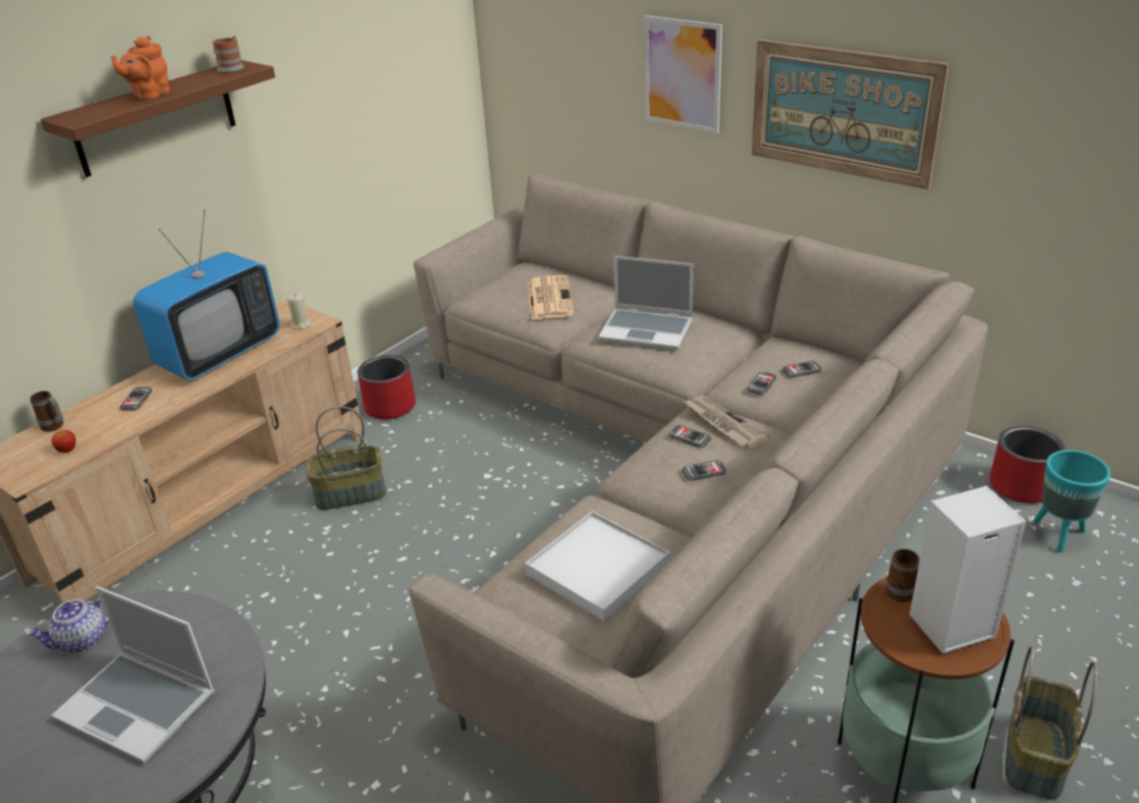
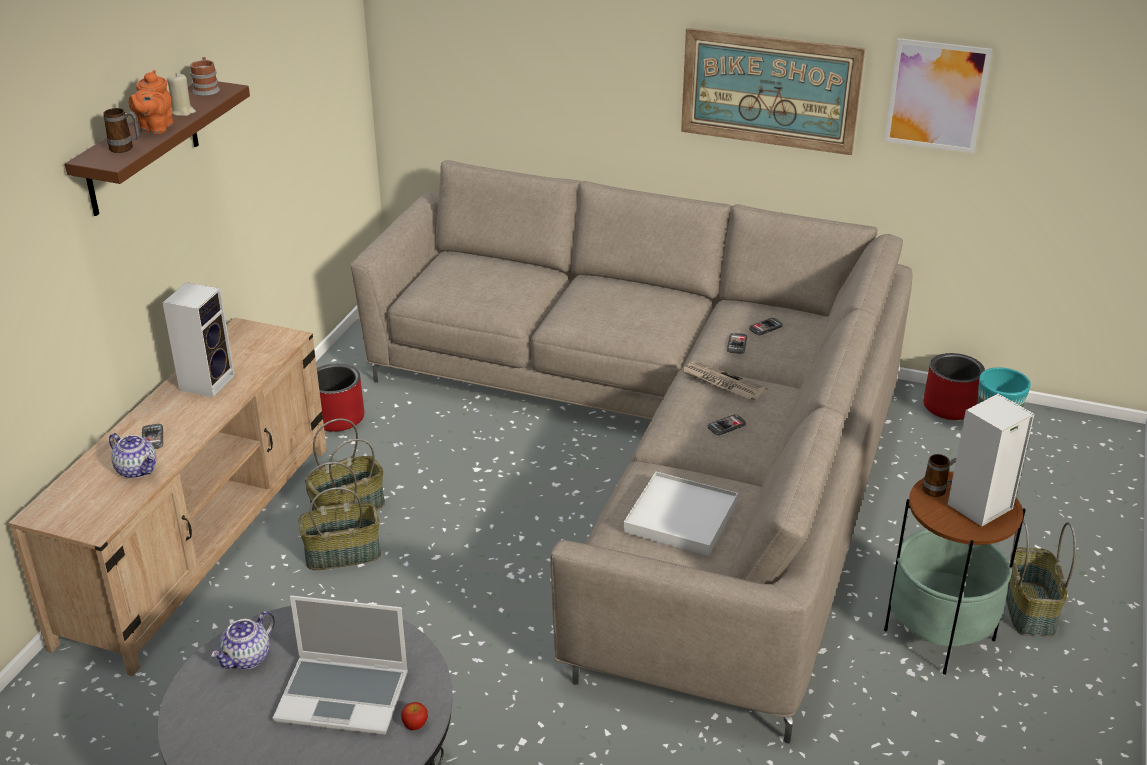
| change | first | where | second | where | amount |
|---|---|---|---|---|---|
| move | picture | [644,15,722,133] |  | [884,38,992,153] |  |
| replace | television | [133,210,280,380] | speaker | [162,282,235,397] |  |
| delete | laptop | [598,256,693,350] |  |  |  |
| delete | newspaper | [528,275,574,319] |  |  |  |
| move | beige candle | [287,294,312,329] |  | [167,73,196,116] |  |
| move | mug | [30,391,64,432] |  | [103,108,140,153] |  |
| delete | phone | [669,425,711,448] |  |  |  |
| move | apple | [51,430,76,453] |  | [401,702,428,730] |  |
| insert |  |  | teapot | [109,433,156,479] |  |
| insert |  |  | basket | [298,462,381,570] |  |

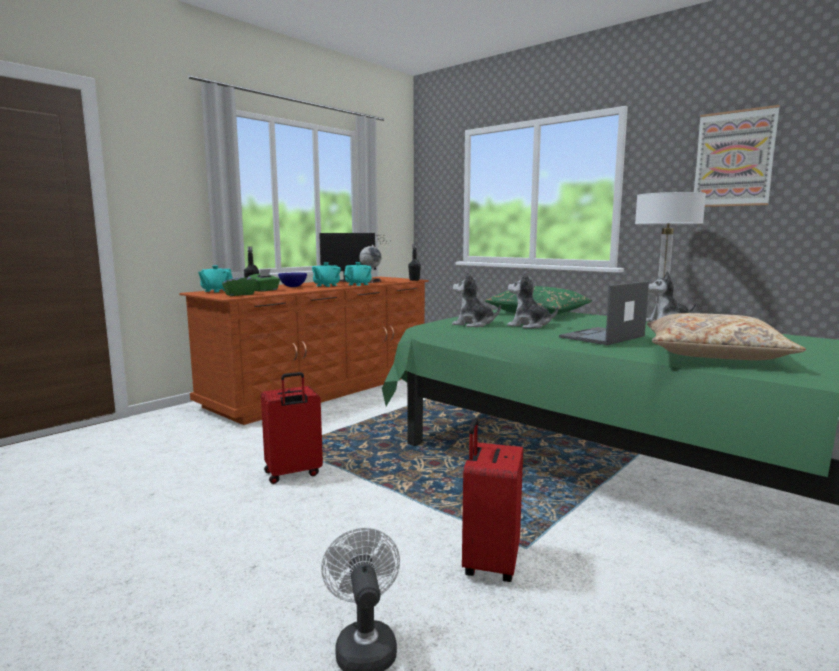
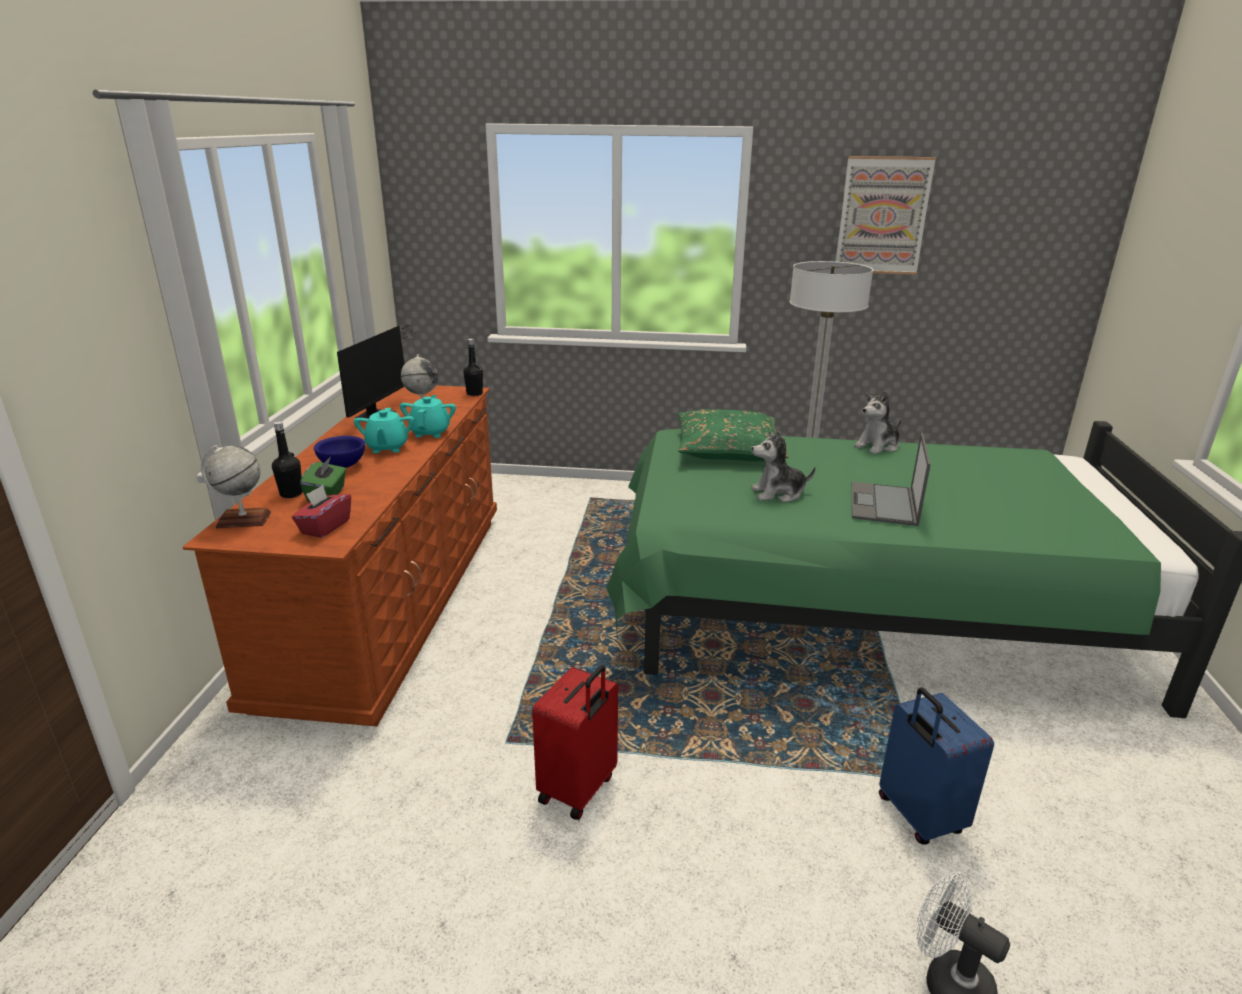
| change | first | where | second | where | amount |
|---|---|---|---|---|---|
| replace | turquoise teapot | [198,265,233,292] | globe | [201,445,271,528] |  |
| recolor | green tissue box | [222,271,256,296] | red tissue box | [292,485,351,538] |  |
| delete | plush toy | [452,272,501,327] |  |  |  |
| delete | beige pillow | [647,313,806,360] |  |  |  |
| recolor | red suitcase | [462,418,523,582] | blue suitcase | [879,687,994,844] |  |

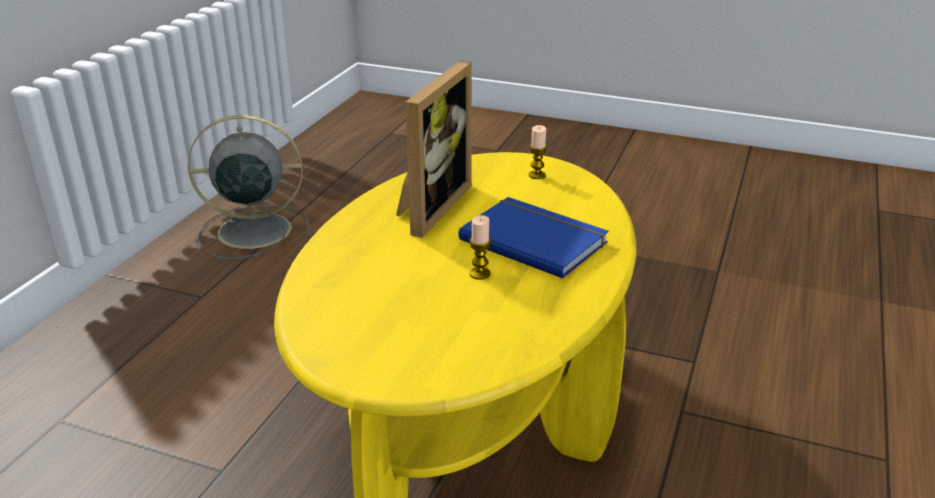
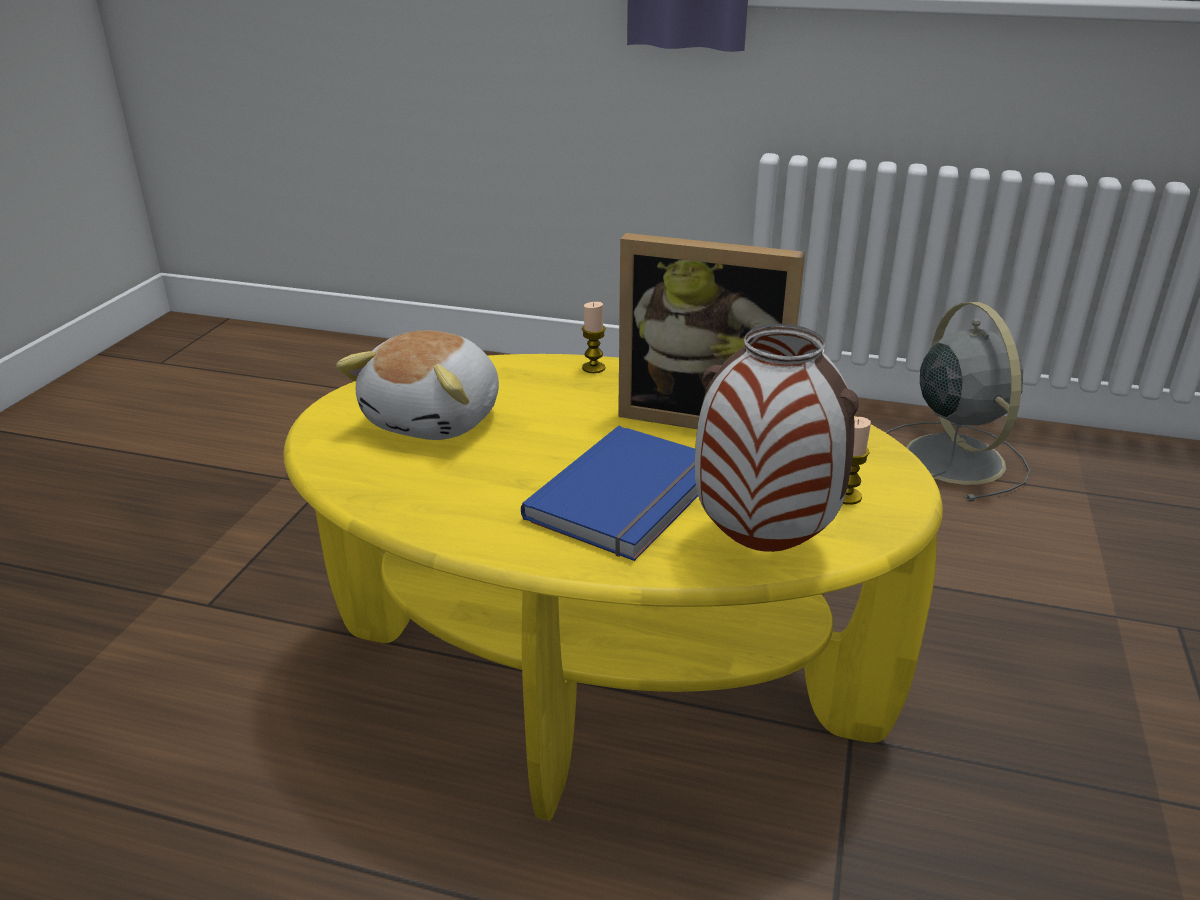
| change | first | where | second | where | amount |
|---|---|---|---|---|---|
| move | candle | [469,215,491,280] |  | [582,302,606,373] |  |
| insert |  |  | vase | [695,324,859,552] |  |
| insert |  |  | plush toy | [336,331,499,440] |  |

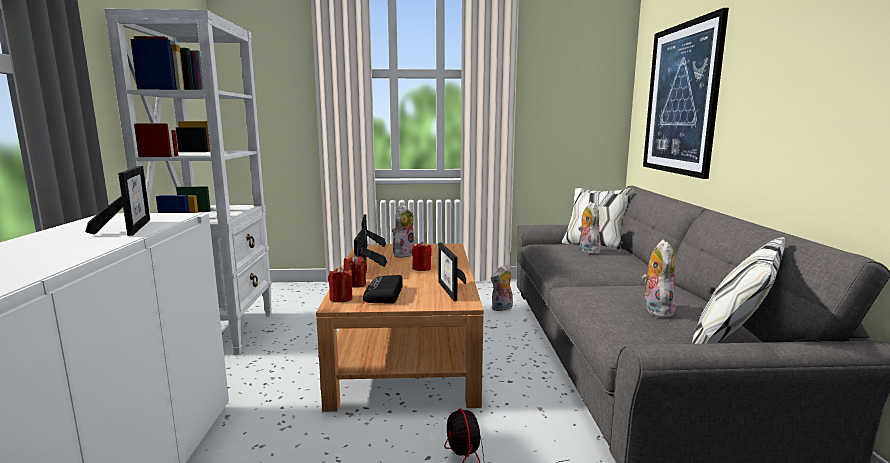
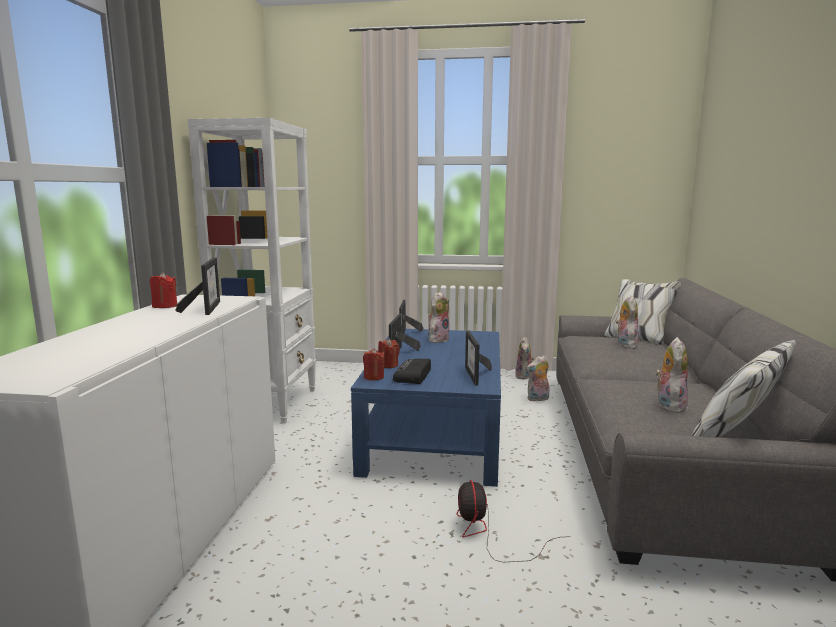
| change | first | where | second | where | amount |
|---|---|---|---|---|---|
| delete | picture | [643,8,729,179] |  |  |  |
| move | red candle | [412,242,432,271] |  | [150,272,177,308] |  |
| recolor | brown coffee table | [316,244,484,412] | blue coffee table | [351,329,501,487] |  |
| insert |  |  | plush toy | [515,337,534,379] |  |

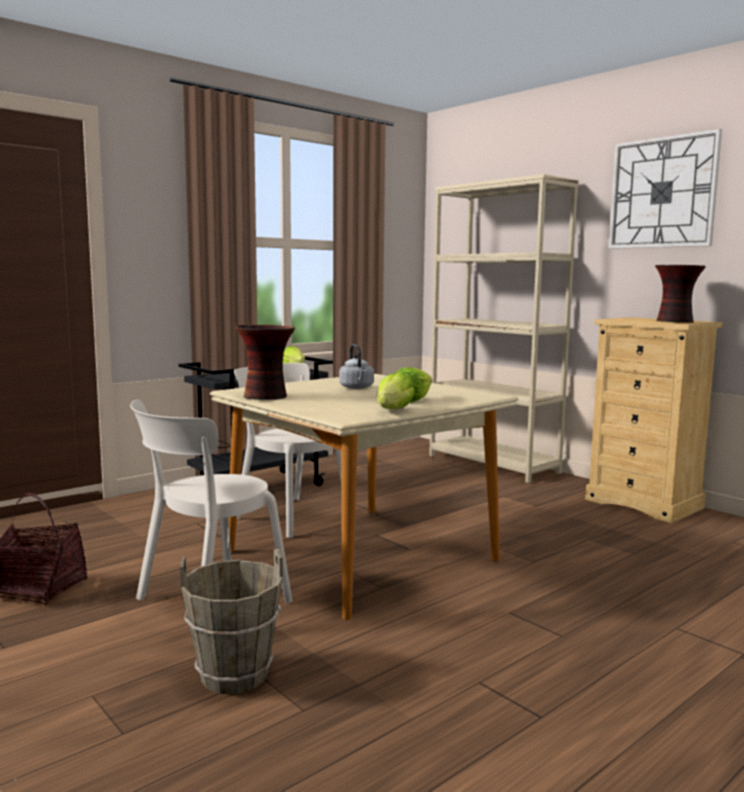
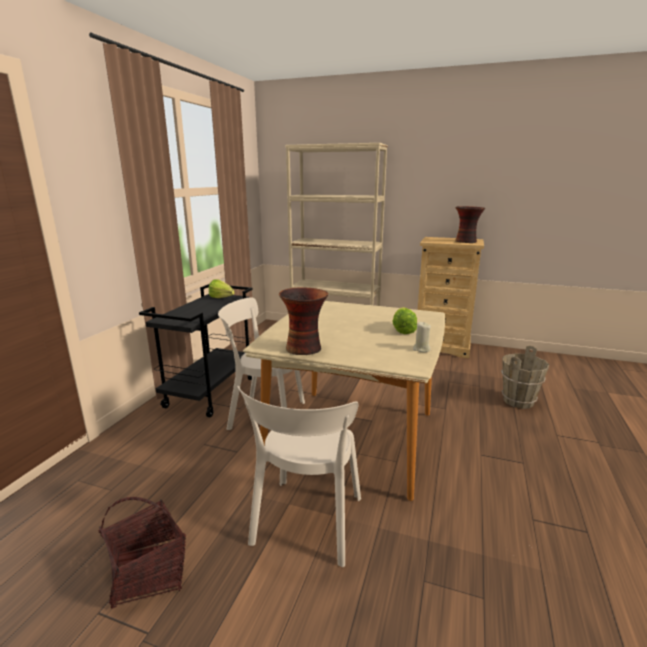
| change | first | where | second | where | amount |
|---|---|---|---|---|---|
| delete | wall clock | [608,129,722,249] |  |  |  |
| delete | grey kettle | [339,344,374,389] |  |  |  |
| replace | lettuce | [377,372,415,409] | beige candle | [413,322,431,352] |  |
| move | brown bucket | [180,549,283,694] |  | [501,346,549,409] |  |

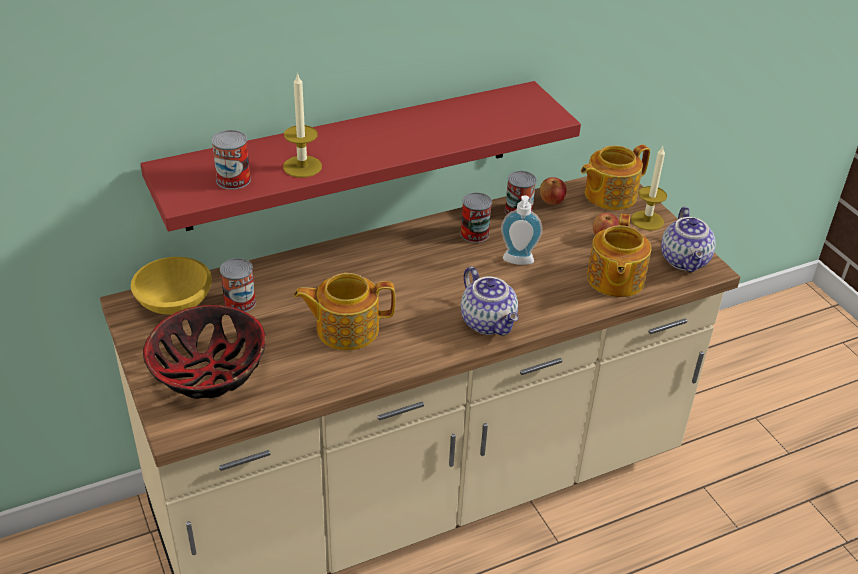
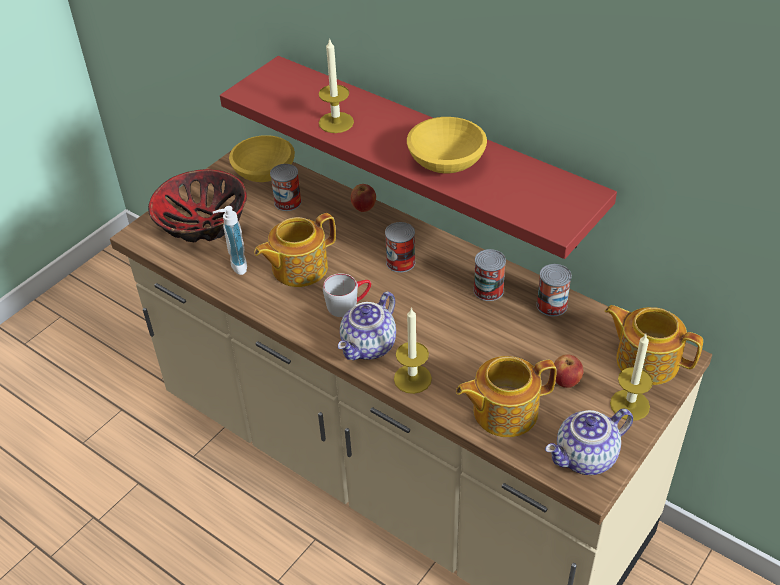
| change | first | where | second | where | amount |
|---|---|---|---|---|---|
| move | can | [211,130,251,190] |  | [385,222,415,272] |  |
| move | apple | [540,177,566,205] |  | [351,184,376,212] |  |
| move | soap dispenser | [501,195,543,265] |  | [213,206,247,275] |  |
| rotate | teapot | [294,273,395,350] |  | [254,213,336,287] | 90 degrees counterclockwise |
| insert |  |  | yellow bowl | [407,117,487,173] |  |
| insert |  |  | grey mug | [323,273,371,317] |  |
| insert |  |  | candle | [394,307,432,394] |  |

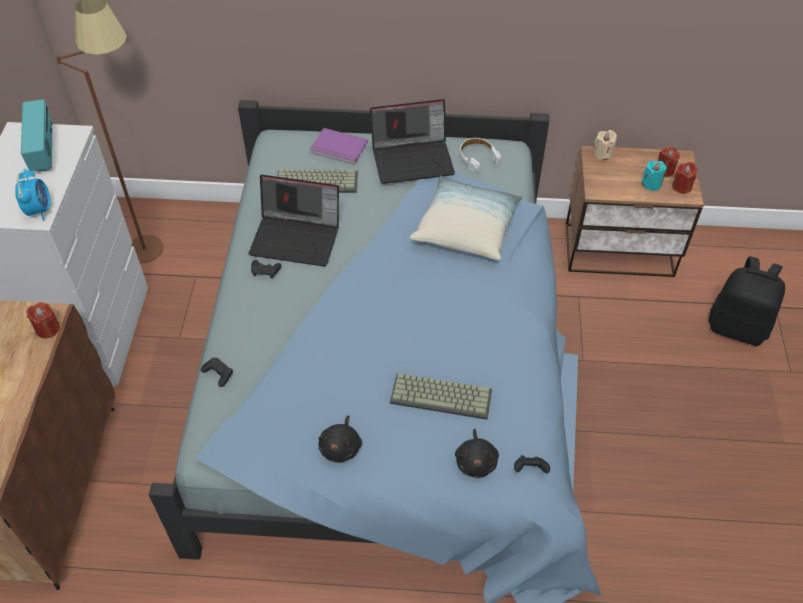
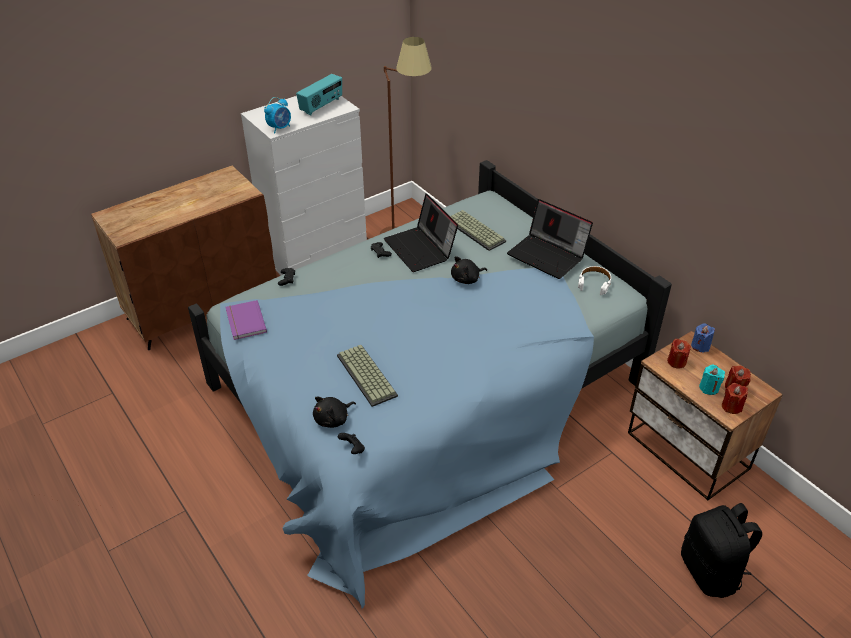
| change | first | where | second | where | amount |
|---|---|---|---|---|---|
| move | purple book | [310,128,368,165] |  | [225,300,267,340] |  |
| recolor | beige candle | [594,130,617,161] | blue candle | [691,323,715,352] |  |
| delete | pillow | [410,176,523,260] |  |  |  |
| move | red candle | [26,302,60,338] |  | [667,338,691,368] |  |
| move | black plush toy | [318,415,362,463] |  | [451,256,487,284] |  |

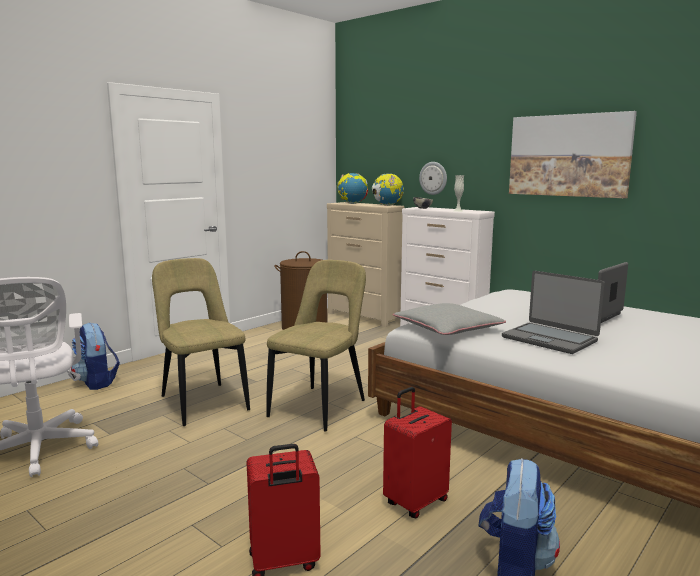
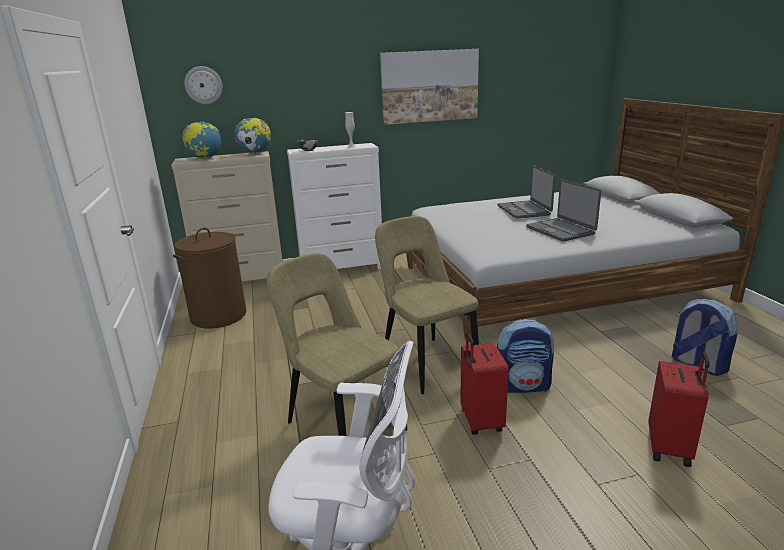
| change | first | where | second | where | amount |
|---|---|---|---|---|---|
| move | wall clock | [419,162,447,195] |  | [184,66,223,104] |  |
| rotate | beige chair | [152,258,250,426] |  | [267,253,407,436] | 45 degrees clockwise |
| rotate | laptop | [502,271,605,354] |  | [526,179,601,242] | 75 degrees clockwise |
| delete | grey pillow | [393,303,506,335] |  |  |  |
| move | backpack | [71,322,120,390] |  | [497,319,554,393] |  |
| move | red suitcase | [383,387,452,518] |  | [460,333,509,435] |  |

